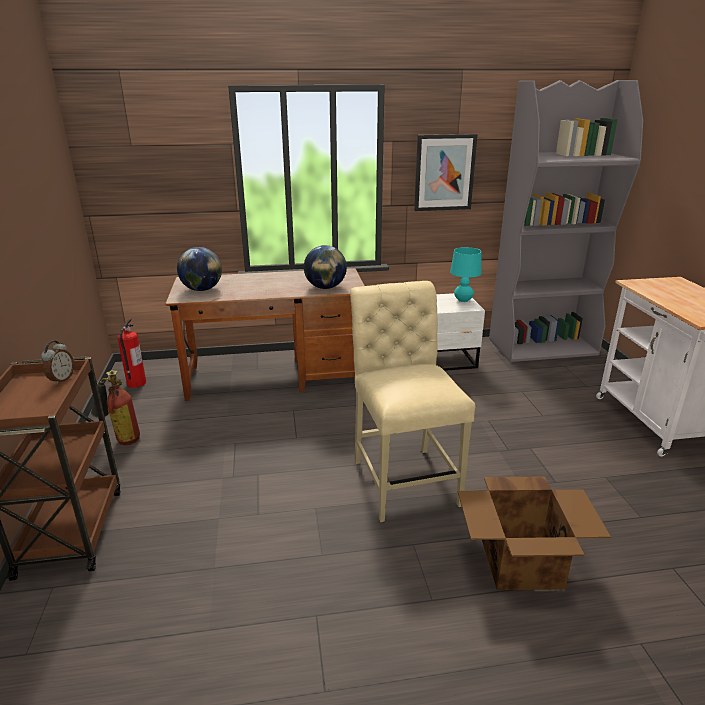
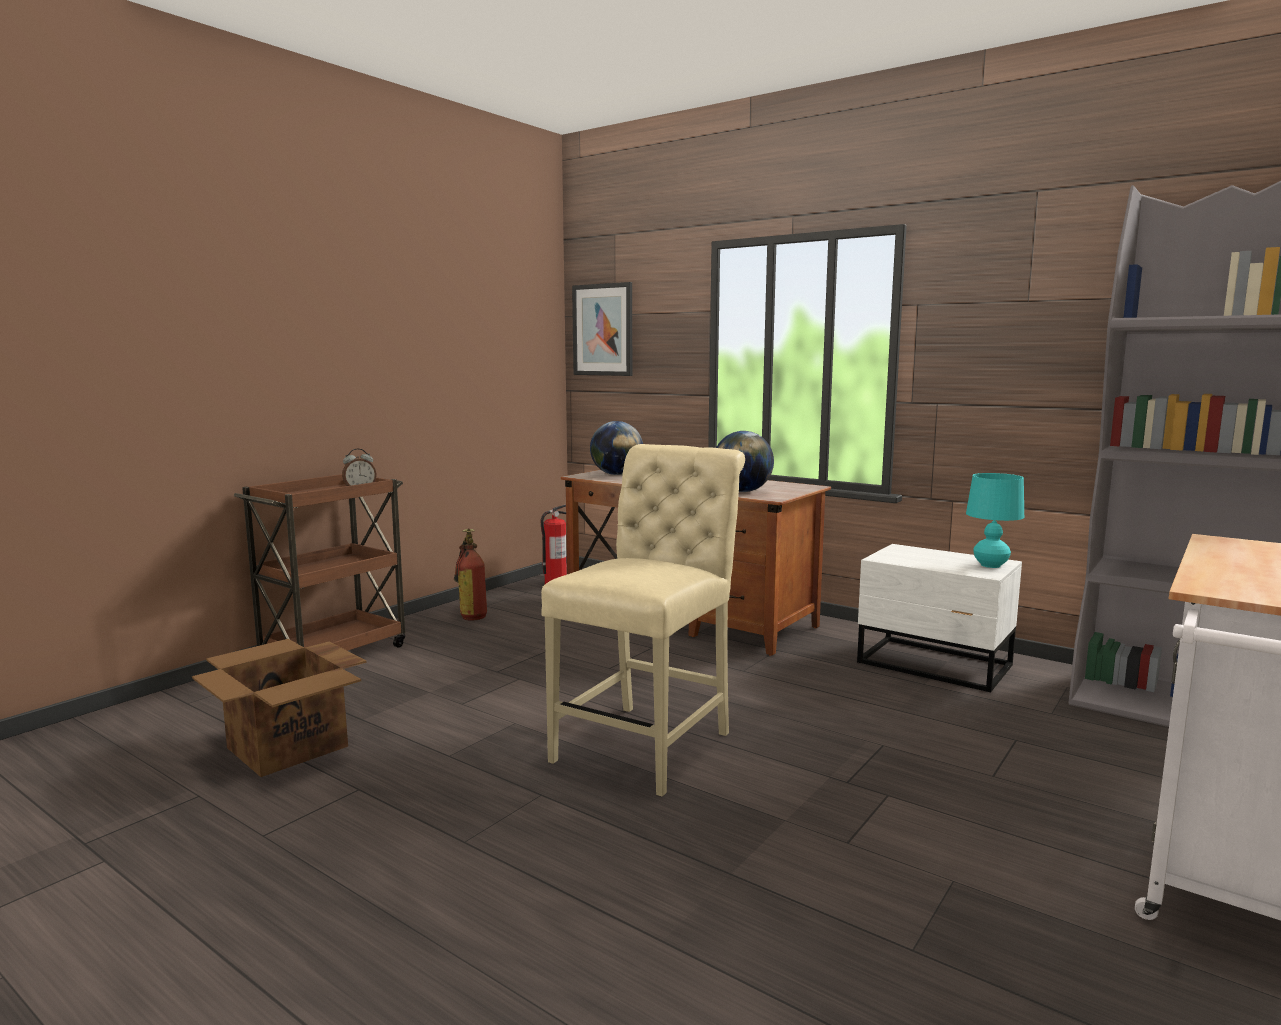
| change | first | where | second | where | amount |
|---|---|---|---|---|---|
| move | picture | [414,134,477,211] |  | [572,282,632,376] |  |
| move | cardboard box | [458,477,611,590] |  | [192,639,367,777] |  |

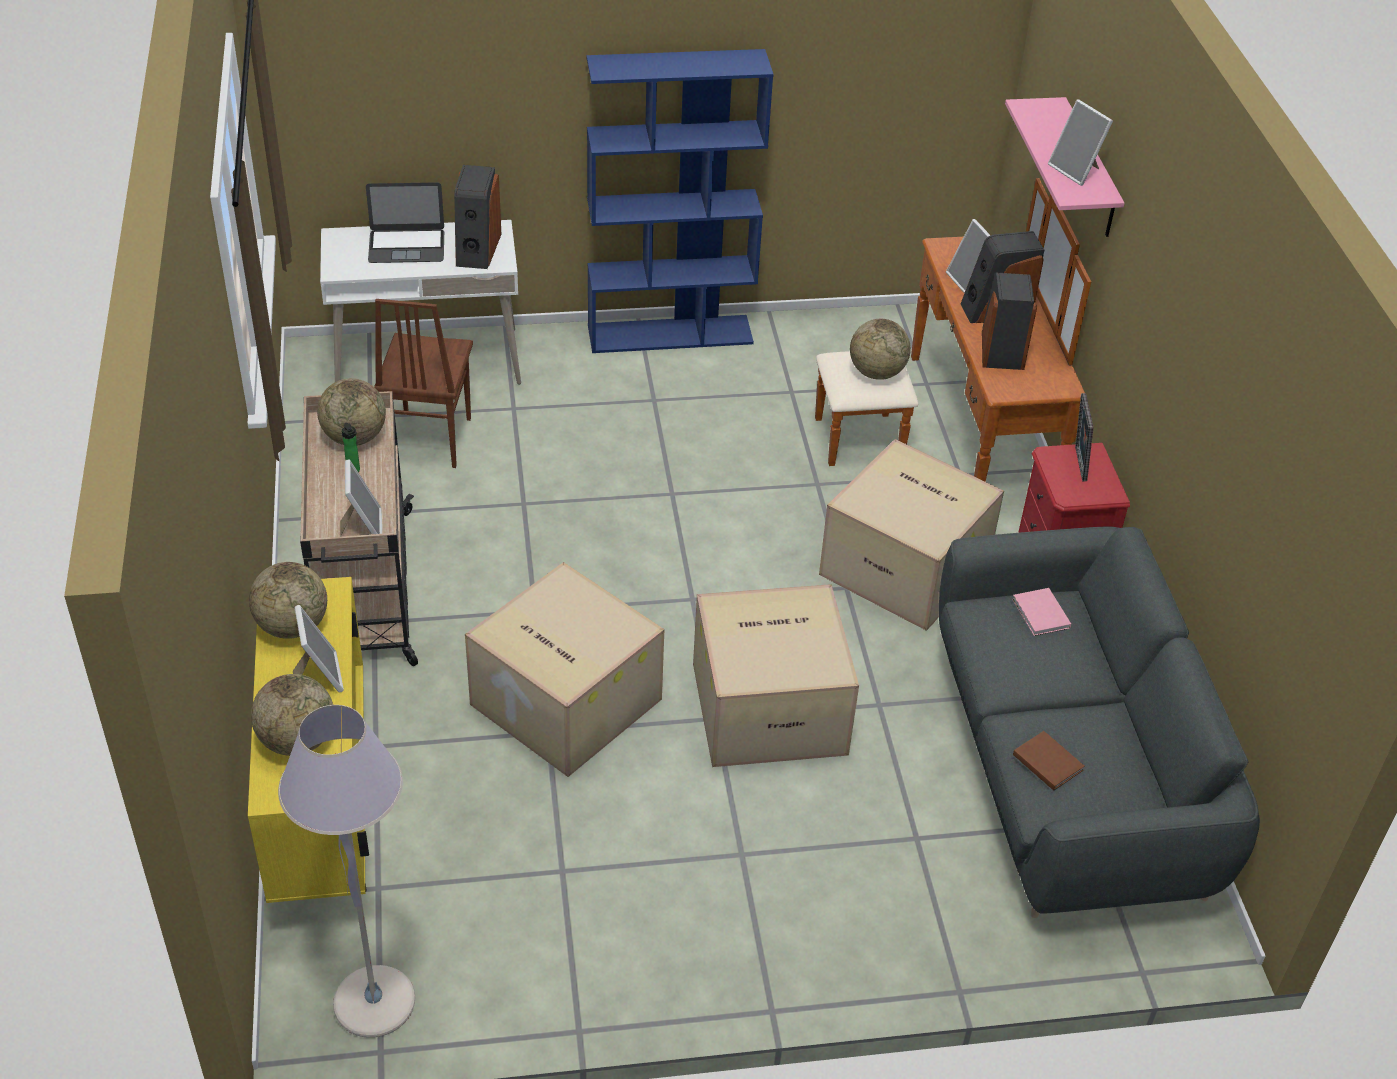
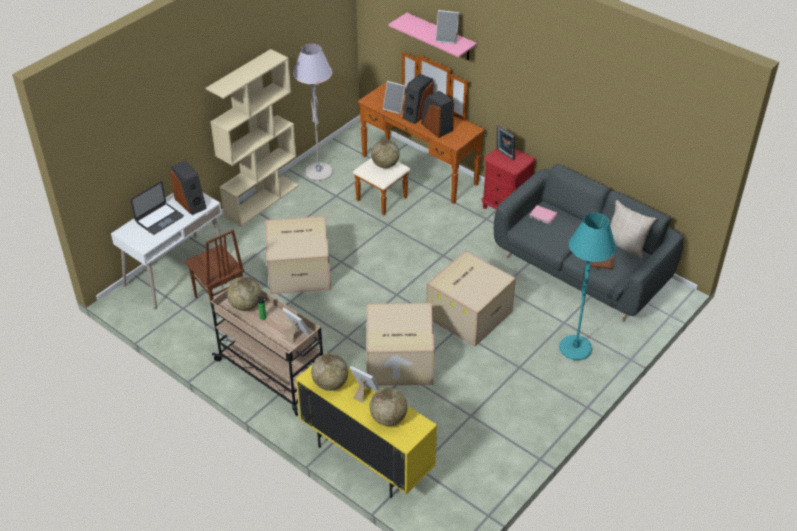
| change | first | where | second | where | amount |
|---|---|---|---|---|---|
| recolor | blue bookcase | [587,49,774,353] | beige bookcase | [206,49,299,227] |  |
| move | cardboard box | [819,439,1004,631] |  | [265,216,331,294] |  |
| move | grey floor lamp | [278,705,415,1038] |  | [293,44,333,181] |  |
| insert |  |  | beige pillow | [610,200,656,258] |  |
| insert |  |  | turquoise floor lamp | [559,213,616,360] |  |

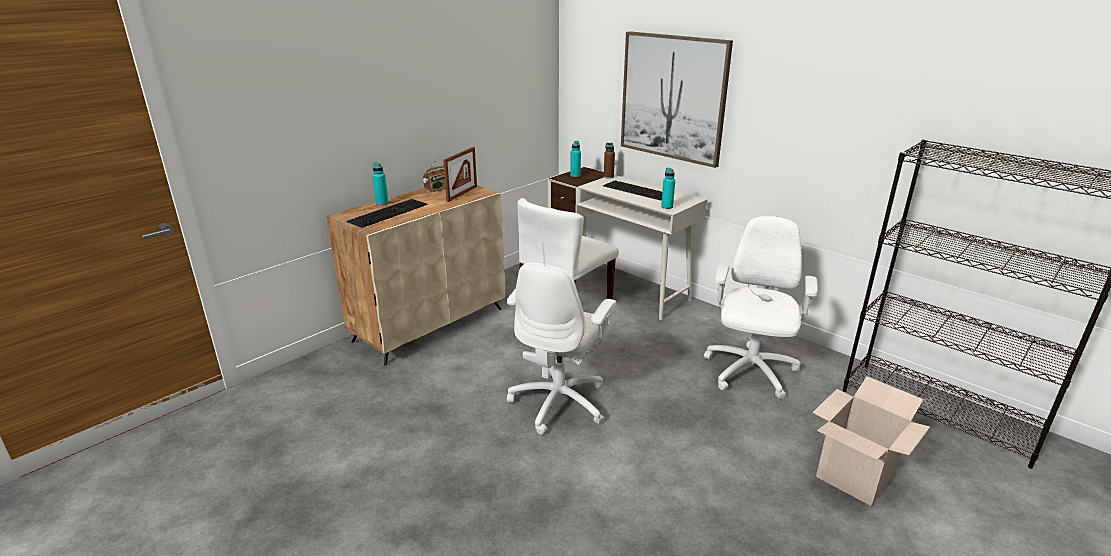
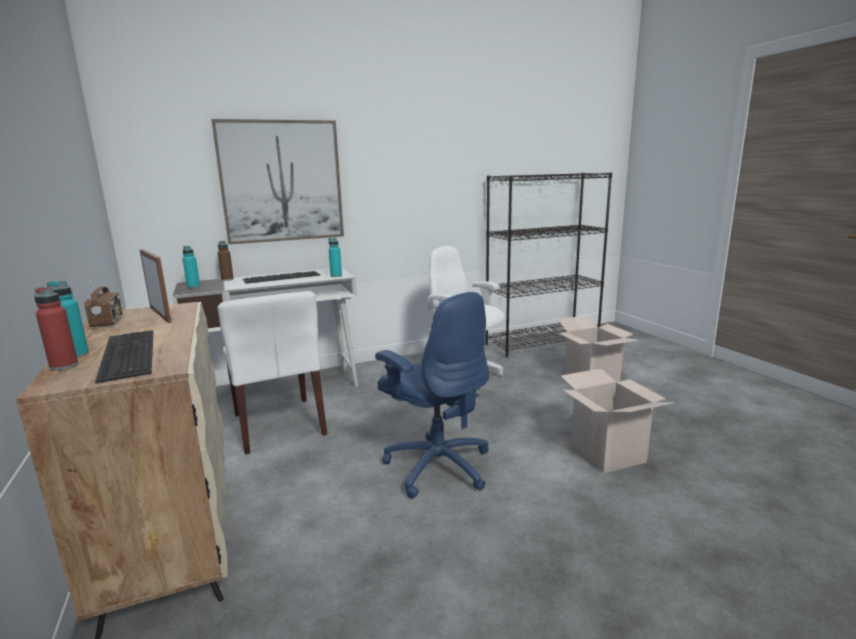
| change | first | where | second | where | amount |
|---|---|---|---|---|---|
| recolor | white office chair | [507,263,617,435] | blue office chair | [375,292,489,499] |  |
| insert |  |  | red bottle | [34,287,78,371] |  |
| insert |  |  | cardboard box | [561,369,674,473] |  |

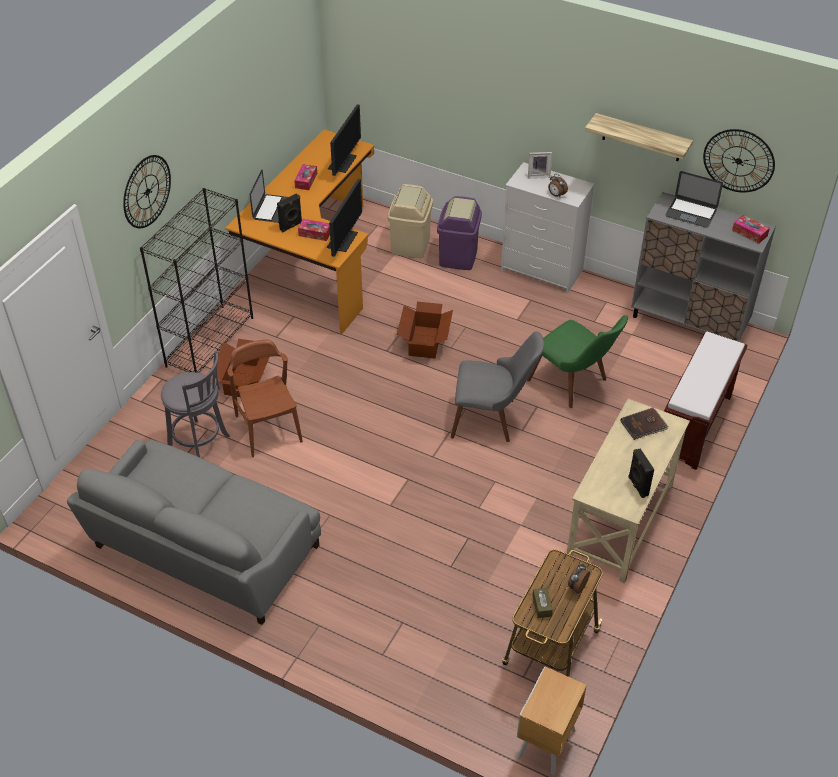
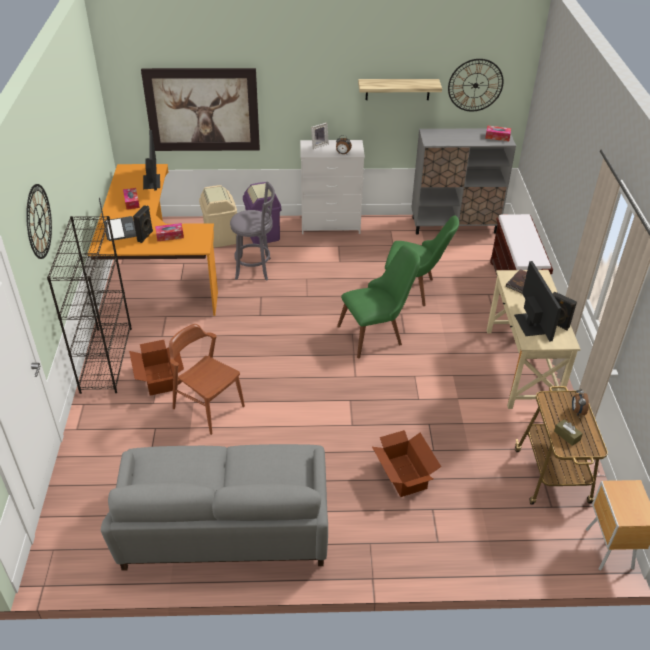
| change | first | where | second | where | amount |
|---|---|---|---|---|---|
| delete | laptop | [665,171,723,228] |  |  |  |
| move | monitor | [327,179,362,257] |  | [514,261,562,341] |  |
| move | cardboard box | [397,301,453,359] |  | [372,430,441,497] |  |
| recolor | grey chair | [451,331,544,442] | green chair | [337,245,420,358] |  |
| move | grey stool | [161,350,230,458] |  | [230,181,275,281] |  |
| insert |  |  | picture | [141,68,260,151] |  |

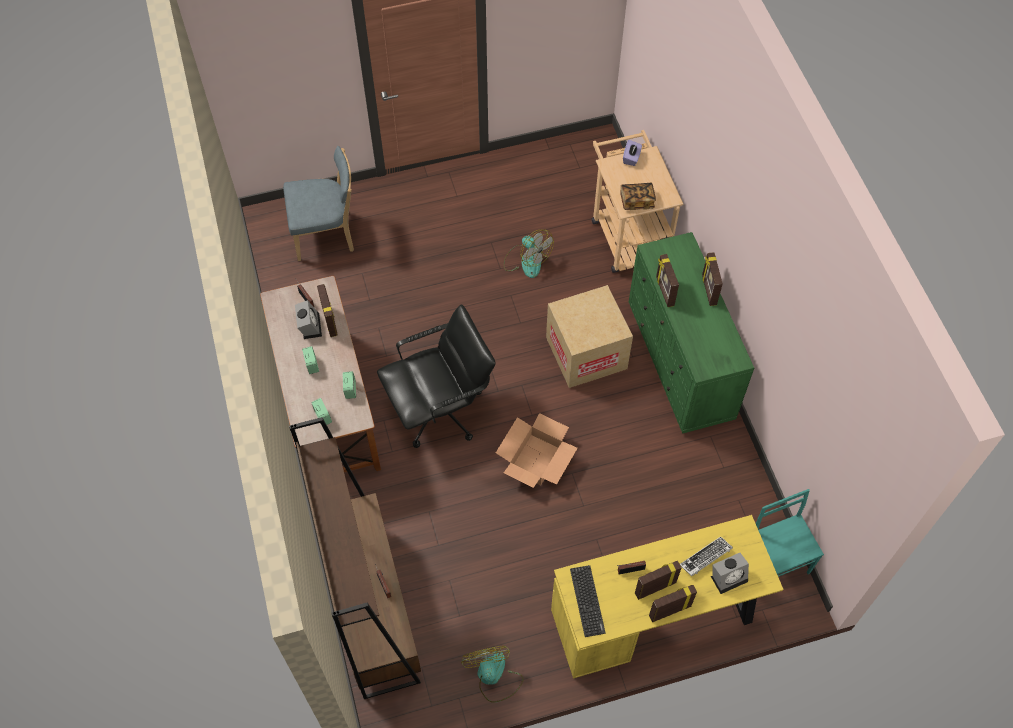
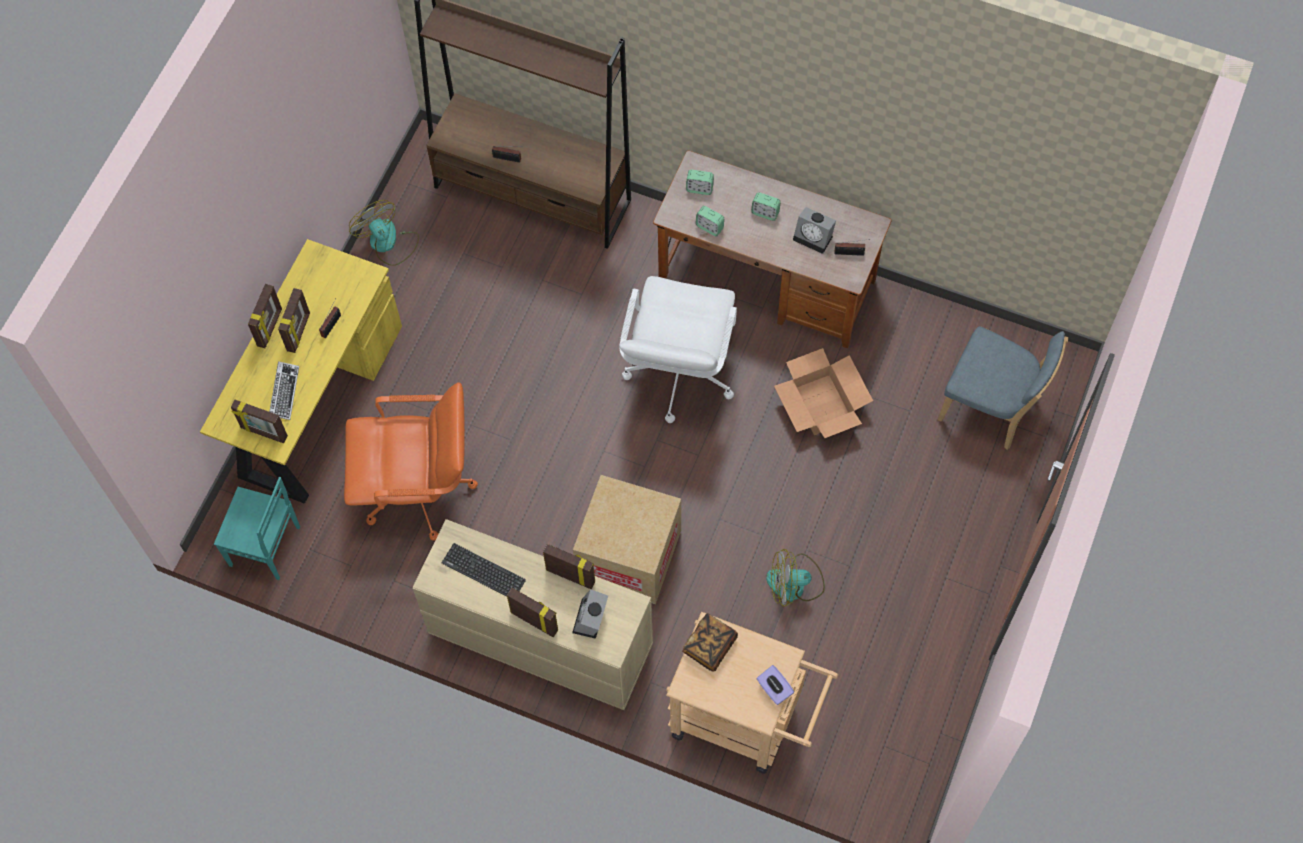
| change | first | where | second | where | amount |
|---|---|---|---|---|---|
| rotate | blue chair | [283,146,354,261] |  | [938,326,1068,450] | 90 degrees counterclockwise |
| recolor | green dresser | [629,232,754,434] | beige dresser | [413,519,653,710] |  |
| move | picture frame | [317,284,337,337] |  | [231,400,288,443] |  |
| recolor | black office chair | [377,305,496,448] | white office chair | [619,276,737,423] |  |
| move | cardboard box | [496,413,577,488] |  | [774,348,873,438] |  |
| move | alarm clock | [711,553,749,594] |  | [572,589,608,639] |  |
| move | keyboard | [570,565,606,637] |  | [442,543,526,597] |  |
| rotate | fan | [461,646,524,703] |  | [349,200,419,266] | 150 degrees counterclockwise |
| insert |  |  | orange office chair | [344,382,478,541] |  |

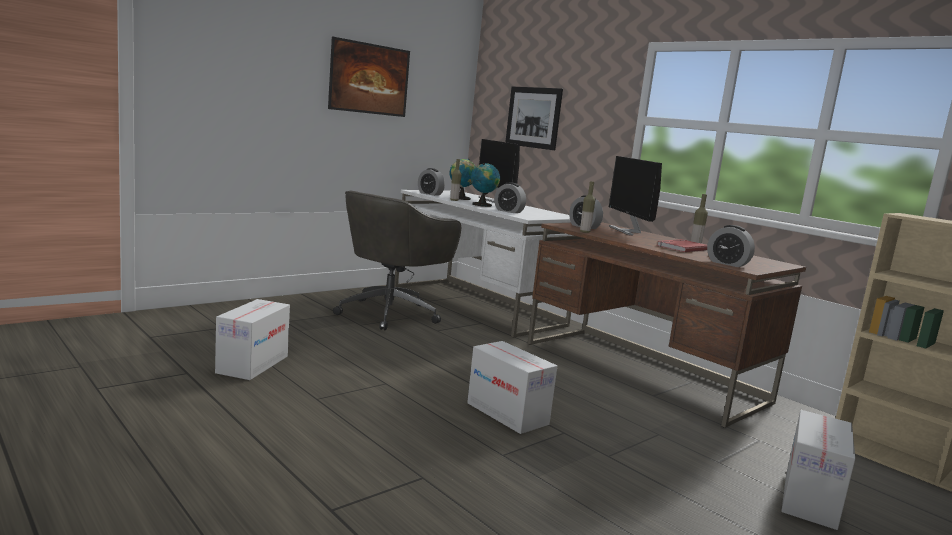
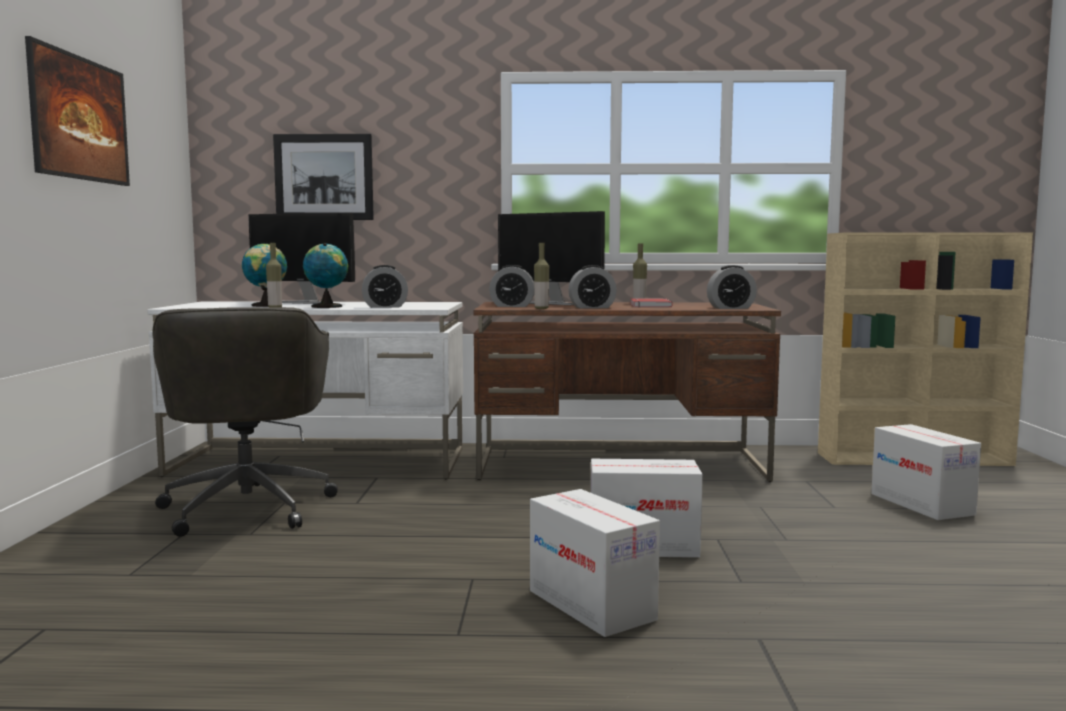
| change | first | where | second | where | amount |
|---|---|---|---|---|---|
| move | alarm clock | [418,168,445,196] |  | [568,265,617,309] |  |
| move | cardboard box | [215,299,290,380] |  | [530,489,660,637] |  |

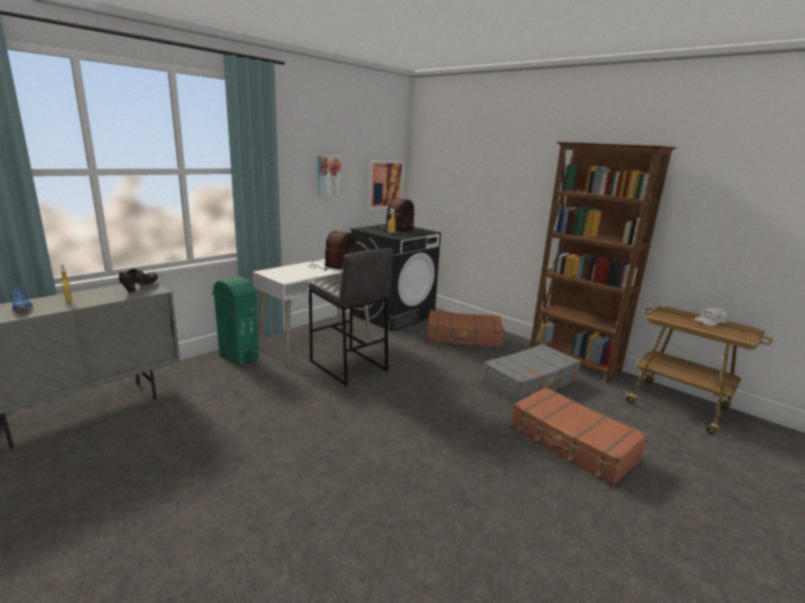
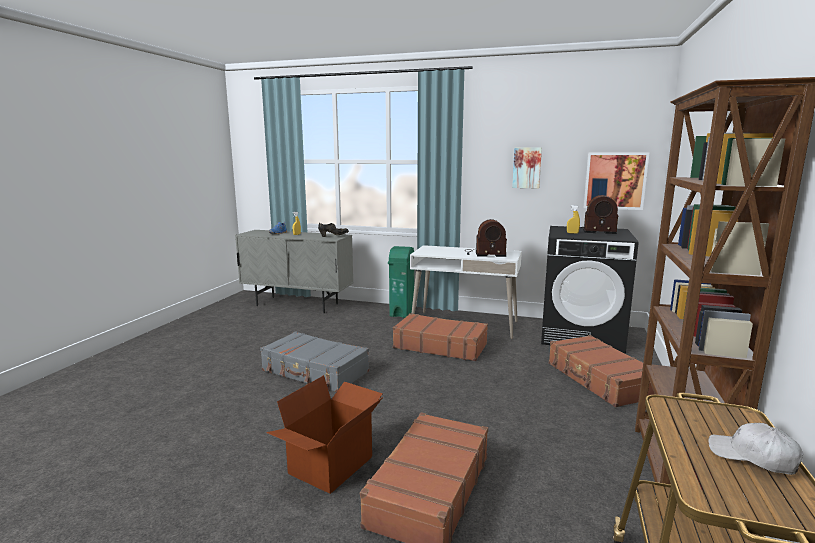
| change | first | where | second | where | amount |
|---|---|---|---|---|---|
| replace | grey stool | [308,248,394,386] | brown suitcase | [393,313,488,361] |  |
| move | grey suitcase | [482,344,581,403] |  | [260,331,369,392] |  |
| insert |  |  | cardboard box | [266,375,383,494] |  |

